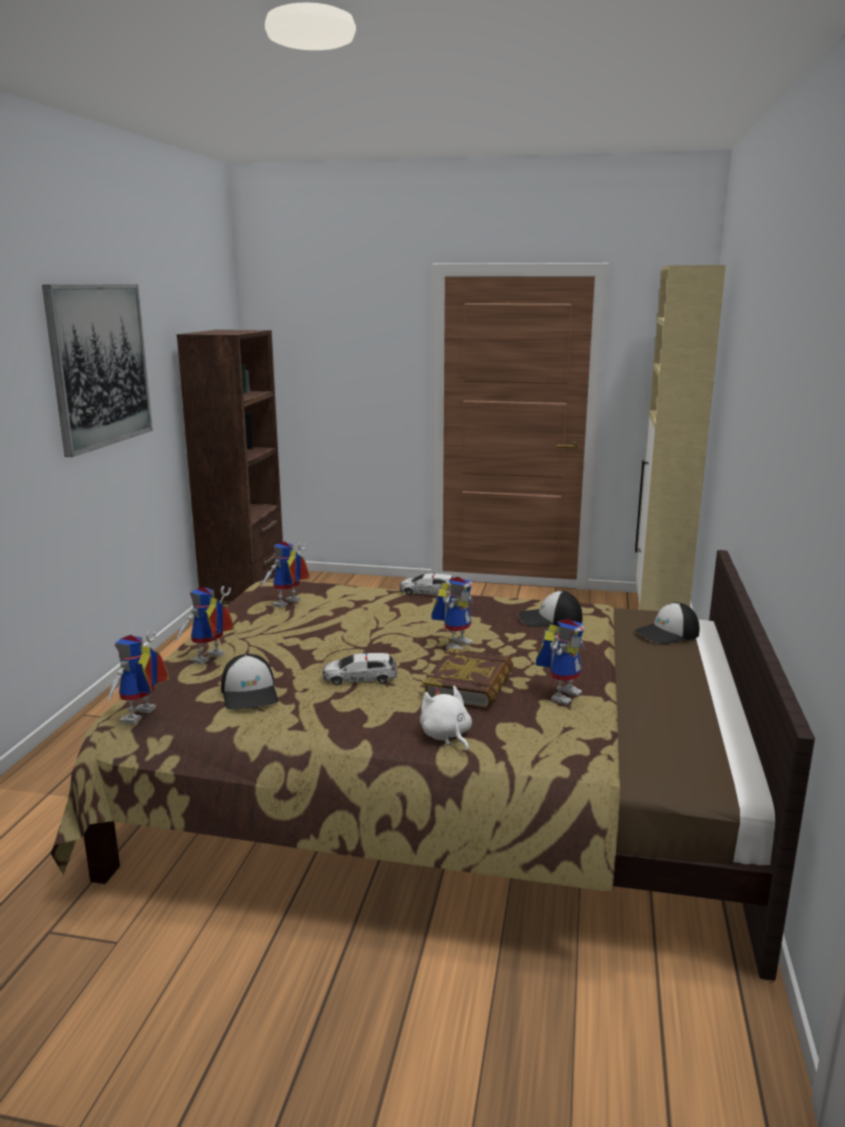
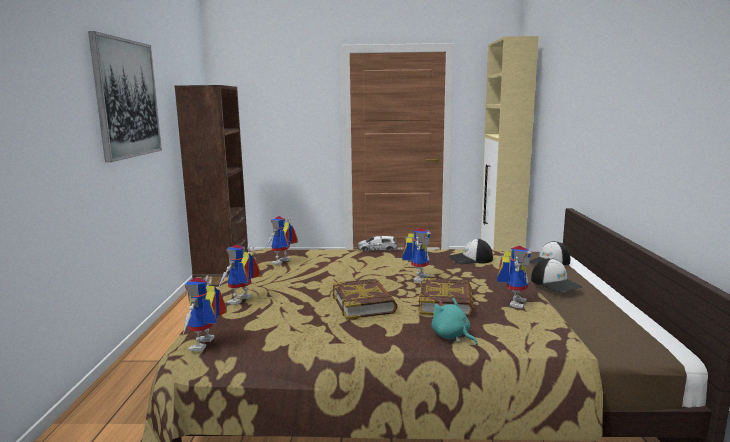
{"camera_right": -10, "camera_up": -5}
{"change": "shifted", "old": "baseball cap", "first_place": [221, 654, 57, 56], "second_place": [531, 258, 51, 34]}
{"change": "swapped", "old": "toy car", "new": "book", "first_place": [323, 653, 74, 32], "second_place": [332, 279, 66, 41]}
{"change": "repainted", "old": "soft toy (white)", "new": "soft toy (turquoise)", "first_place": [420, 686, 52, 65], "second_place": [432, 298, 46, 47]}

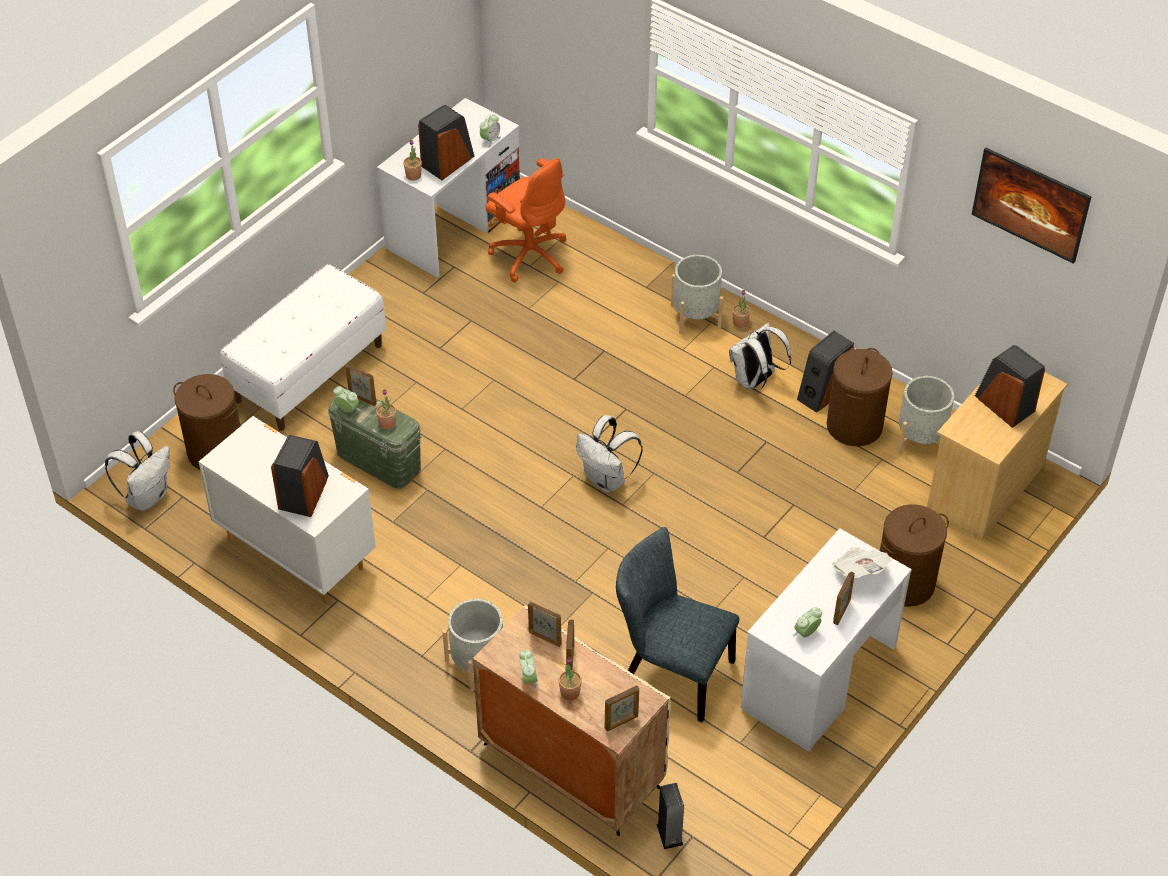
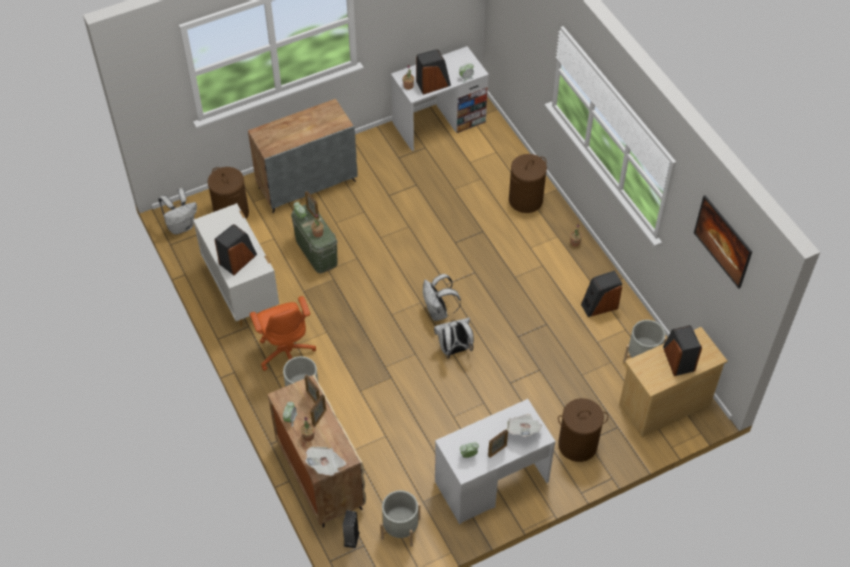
{"camera_right": 25, "camera_up": 5}
{"change": "gone", "old": "upright chair (greyish)", "first_place": [616, 527, 123, 196]}
{"change": "shifted", "old": "computer chair (orange)", "first_place": [486, 158, 80, 124], "second_place": [250, 296, 66, 75]}
{"change": "shifted", "old": "planter (greyish)", "first_place": [671, 255, 52, 79], "second_place": [380, 490, 40, 57]}
{"change": "shifted", "old": "backpack (white)", "first_place": [729, 322, 62, 68], "second_place": [434, 317, 40, 42]}
{"change": "shifted", "old": "laundry basket (brown)", "first_place": [827, 348, 66, 98], "second_place": [509, 154, 38, 59]}
{"change": "swapped", "old": "bench (white)", "new": "storage cabinet (greyish)", "first_place": [220, 264, 166, 167], "second_place": [248, 99, 110, 114]}
{"change": "swapped", "old": "photo frame", "new": "daily paper", "first_place": [604, 685, 35, 46], "second_place": [305, 447, 41, 29]}

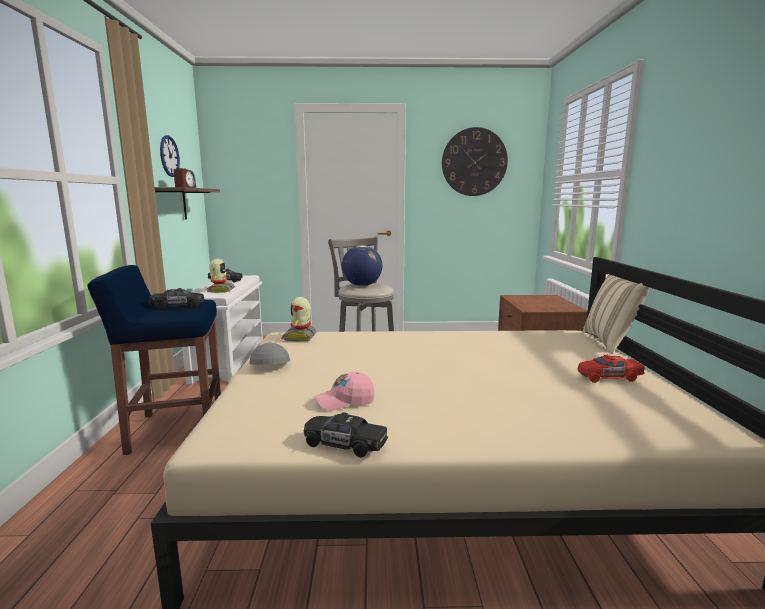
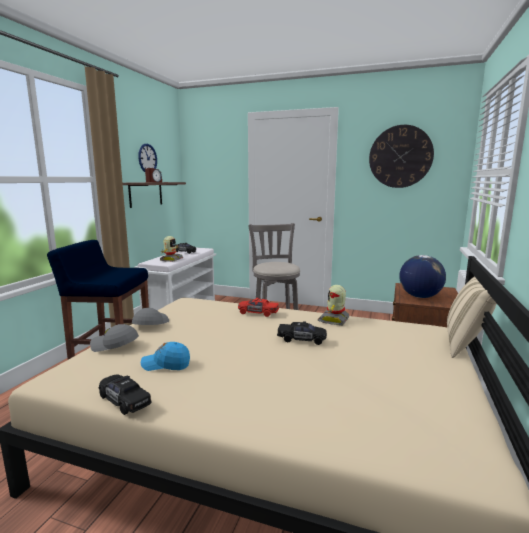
{"camera_right": 20, "camera_up": 0}
{"change": "new", "new": "baseball cap (greyish)", "second_place": [90, 324, 49, 28]}
{"change": "shifted", "old": "toy car (blackish)", "first_place": [149, 288, 55, 21], "second_place": [277, 321, 50, 24]}
{"change": "shifted", "old": "model robot", "first_place": [281, 297, 36, 44], "second_place": [318, 285, 31, 40]}
{"change": "shifted", "old": "desk globe", "first_place": [342, 245, 40, 41], "second_place": [399, 255, 47, 43]}
{"change": "shifted", "old": "toy car (red)", "first_place": [578, 355, 67, 28], "second_place": [238, 298, 41, 19]}
{"change": "repainted", "old": "baseball cap (pink)", "new": "baseball cap (bluish)", "first_place": [315, 372, 59, 39], "second_place": [141, 342, 49, 29]}

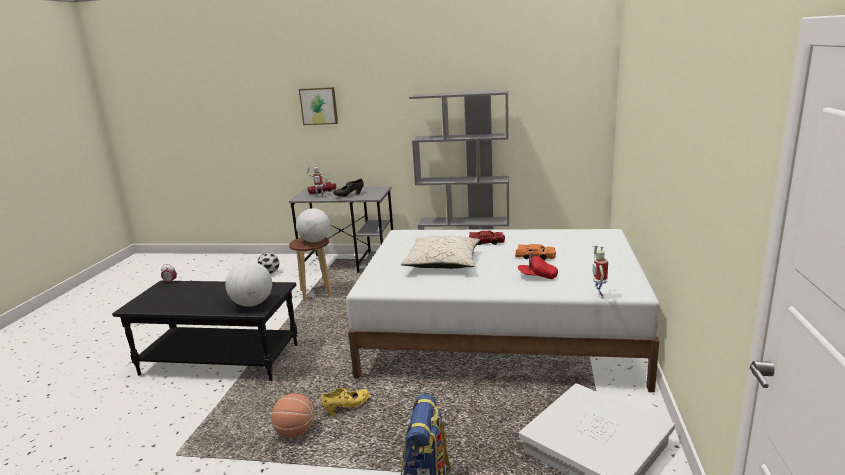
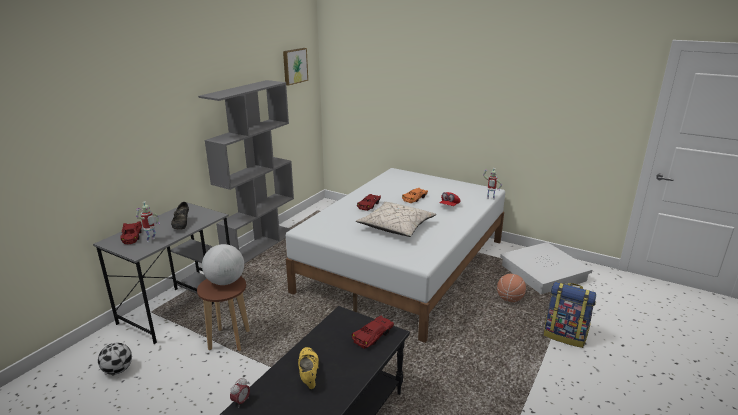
{"camera_right": -70, "camera_up": 5}
{"change": "shifted", "old": "ball for basketball", "first_place": [271, 393, 43, 45], "second_place": [497, 274, 29, 28]}
{"change": "shifted", "old": "wall picture", "first_place": [299, 87, 39, 38], "second_place": [283, 48, 25, 38]}
{"change": "shifted", "old": "shoe (yellow-coloured)", "first_place": [321, 388, 49, 28], "second_place": [298, 347, 21, 42]}
{"change": "swapped", "old": "desk globe", "new": "toy car (red)", "first_place": [225, 262, 47, 45], "second_place": [352, 316, 42, 33]}

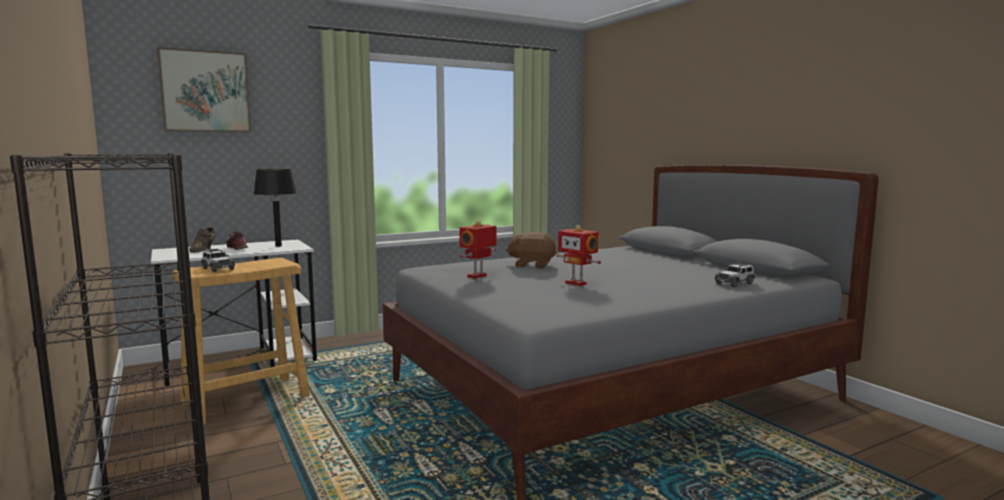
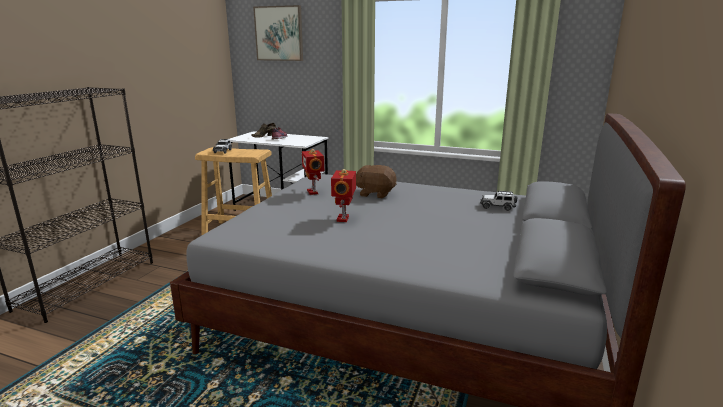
{"camera_right": 50, "camera_up": 10}
{"change": "gone", "old": "tabletop lamp (blackish)", "first_place": [254, 169, 43, 78]}
{"change": "shifted", "old": "toy car", "first_place": [715, 262, 40, 25], "second_place": [480, 191, 37, 20]}
{"change": "rotated", "old": "model robot", "first_place": [459, 221, 37, 58], "second_place": [302, 149, 22, 46], "degrees": -105}
{"change": "rotated", "old": "soft toy (brown)", "first_place": [506, 232, 51, 37], "second_place": [356, 165, 41, 34], "degrees": -45}

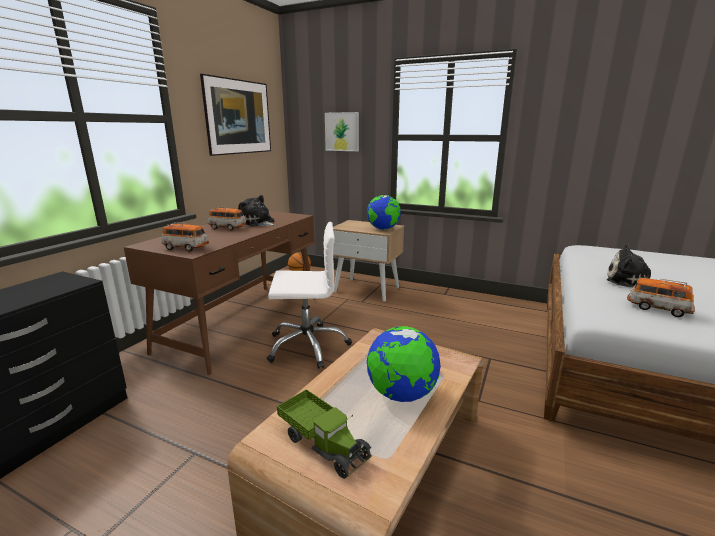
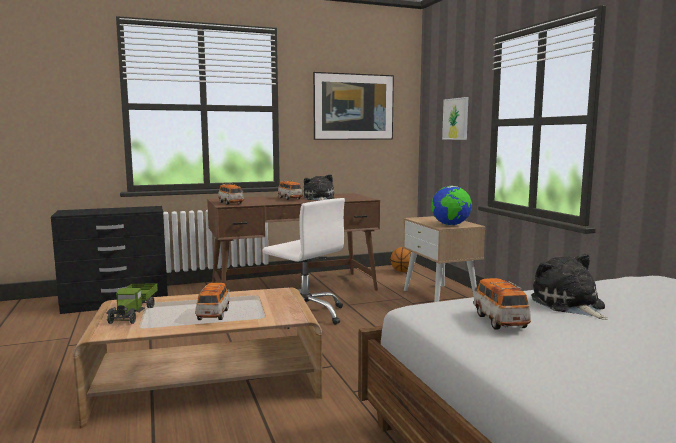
{"camera_right": 45, "camera_up": -10}
{"change": "swapped", "old": "desk globe", "new": "toy car", "first_place": [367, 326, 74, 76], "second_place": [195, 283, 35, 37]}

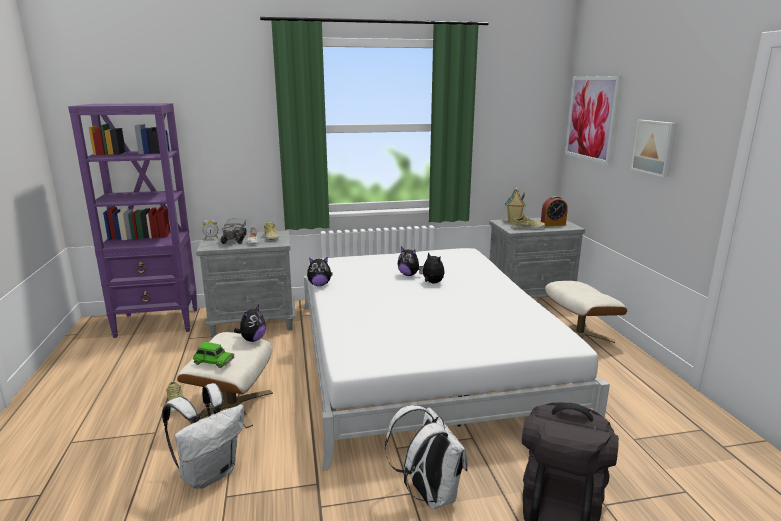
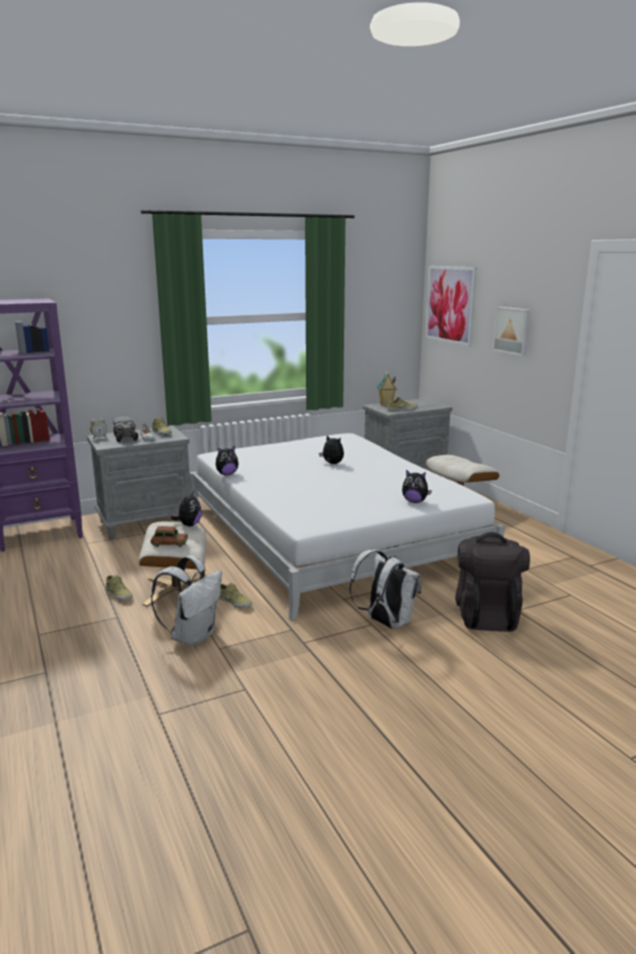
{"camera_right": -15, "camera_up": 0}
{"change": "gone", "old": "alarm clock", "first_place": [541, 196, 27, 31]}
{"change": "new", "new": "shoe (beige)", "second_place": [219, 583, 33, 26]}
{"change": "shifted", "old": "soft toy", "first_place": [398, 247, 25, 29], "second_place": [402, 470, 30, 33]}
{"change": "repainted", "old": "toy car (greenish)", "new": "toy car (brown)", "first_place": [193, 342, 41, 26], "second_place": [150, 526, 38, 21]}

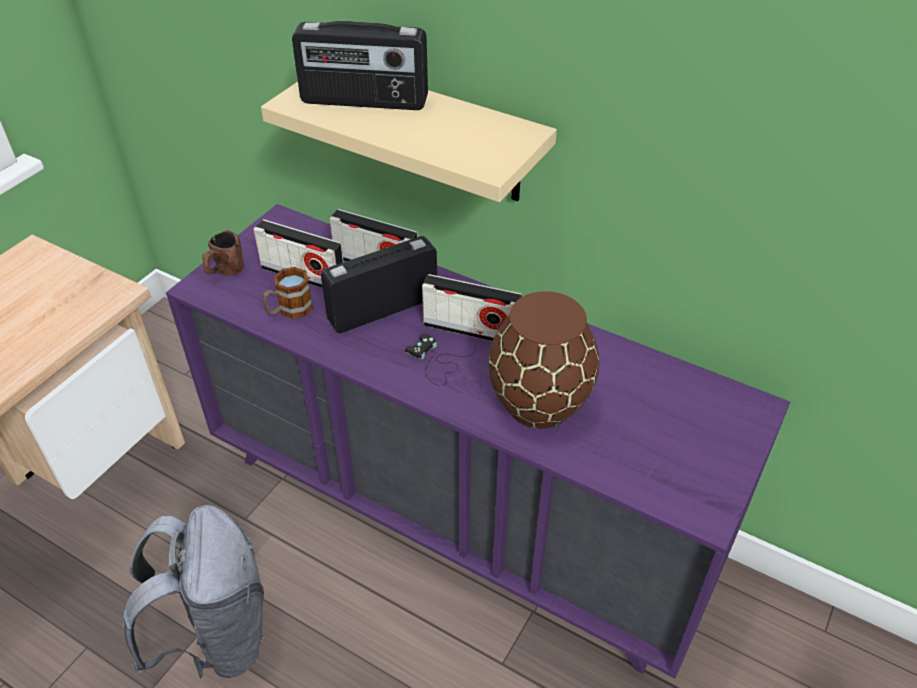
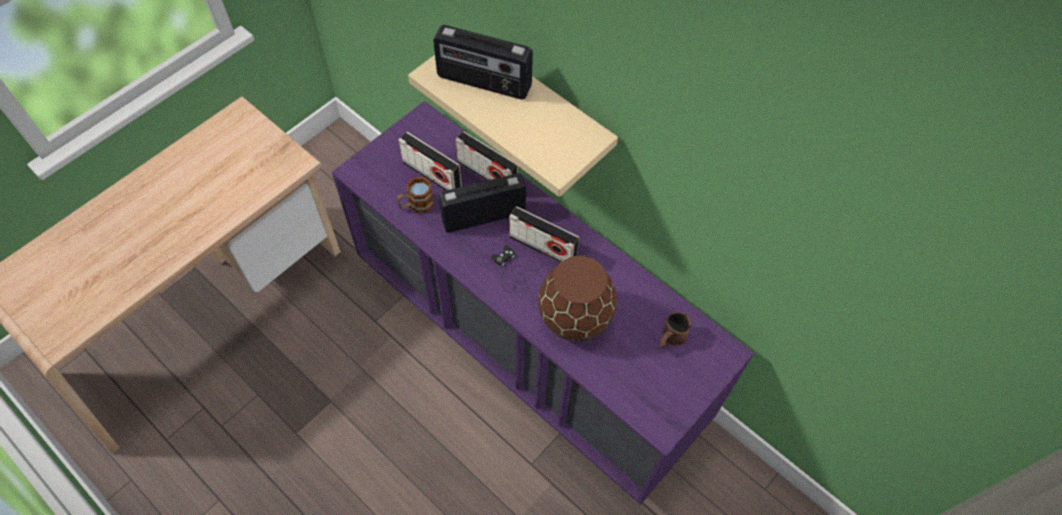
{"camera_right": 10, "camera_up": 15}
{"change": "gone", "old": "backpack (greyish)", "first_place": [122, 505, 143, 174]}
{"change": "shifted", "old": "tea mug (brown)", "first_place": [202, 230, 42, 46], "second_place": [660, 312, 31, 36]}

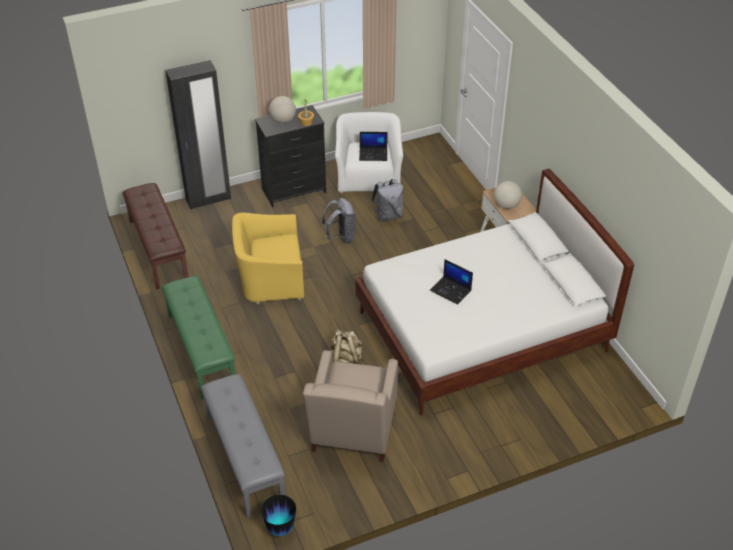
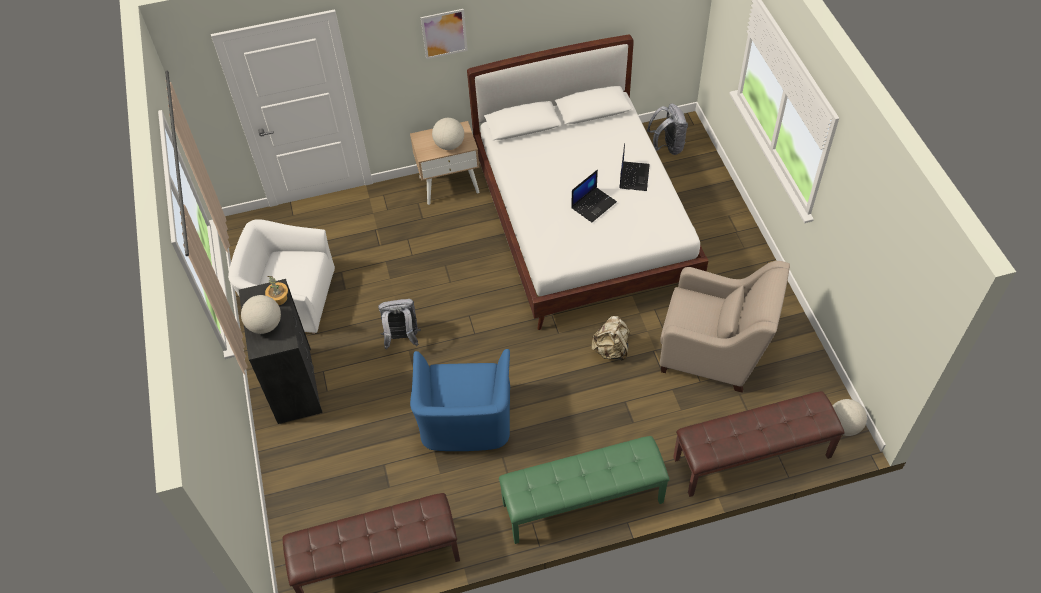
{"camera_right": -80, "camera_up": 10}
{"change": "gone", "old": "clothes cupboard (blackish)", "first_place": [165, 60, 66, 149]}
{"change": "new", "new": "wall picture", "second_place": [421, 9, 47, 50]}
{"change": "shifted", "old": "laptop", "first_place": [359, 132, 29, 29], "second_place": [619, 143, 31, 48]}
{"change": "shifted", "old": "backpack (greyish)", "first_place": [371, 179, 32, 43], "second_place": [647, 103, 41, 52]}
{"change": "swapped", "old": "flower vase", "new": "desk globe", "first_place": [261, 495, 35, 41], "second_place": [833, 399, 34, 37]}
{"change": "repainted", "old": "bench (greyish)", "new": "bench (brown)", "first_place": [201, 374, 84, 143], "second_place": [673, 391, 171, 106]}
{"change": "repainted", "old": "easy chair (yellow-coloured)", "new": "easy chair (bluish)", "first_place": [232, 213, 72, 91], "second_place": [410, 349, 100, 102]}

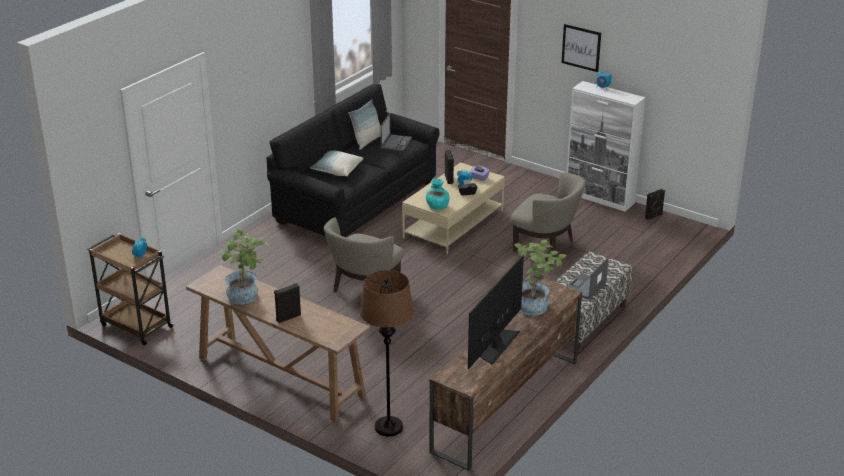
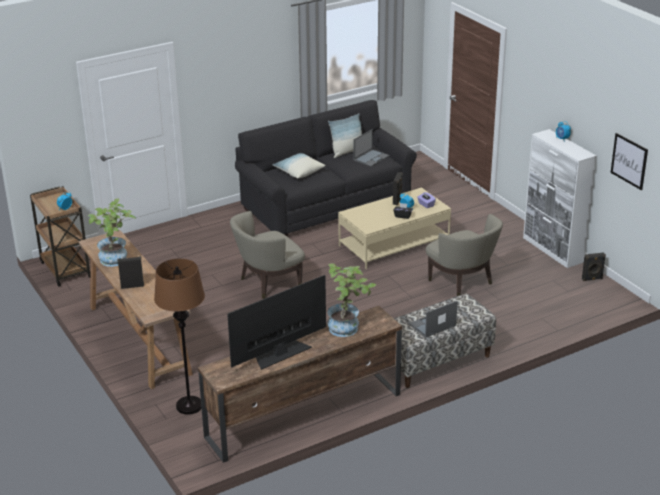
{"camera_right": 25, "camera_up": 0}
{"change": "gone", "old": "flower vase (turquoise)", "first_place": [426, 179, 24, 31]}
{"change": "shifted", "old": "wall picture", "first_place": [562, 24, 39, 48], "second_place": [611, 133, 37, 57]}

